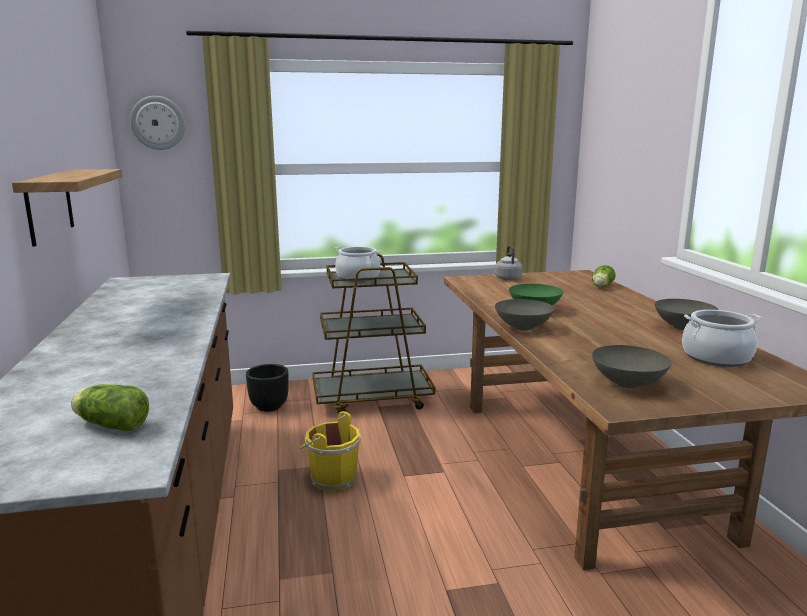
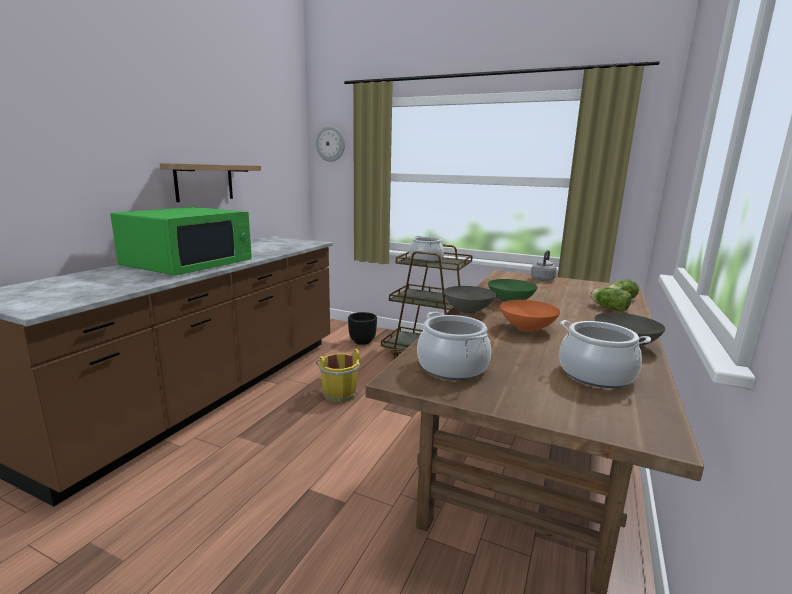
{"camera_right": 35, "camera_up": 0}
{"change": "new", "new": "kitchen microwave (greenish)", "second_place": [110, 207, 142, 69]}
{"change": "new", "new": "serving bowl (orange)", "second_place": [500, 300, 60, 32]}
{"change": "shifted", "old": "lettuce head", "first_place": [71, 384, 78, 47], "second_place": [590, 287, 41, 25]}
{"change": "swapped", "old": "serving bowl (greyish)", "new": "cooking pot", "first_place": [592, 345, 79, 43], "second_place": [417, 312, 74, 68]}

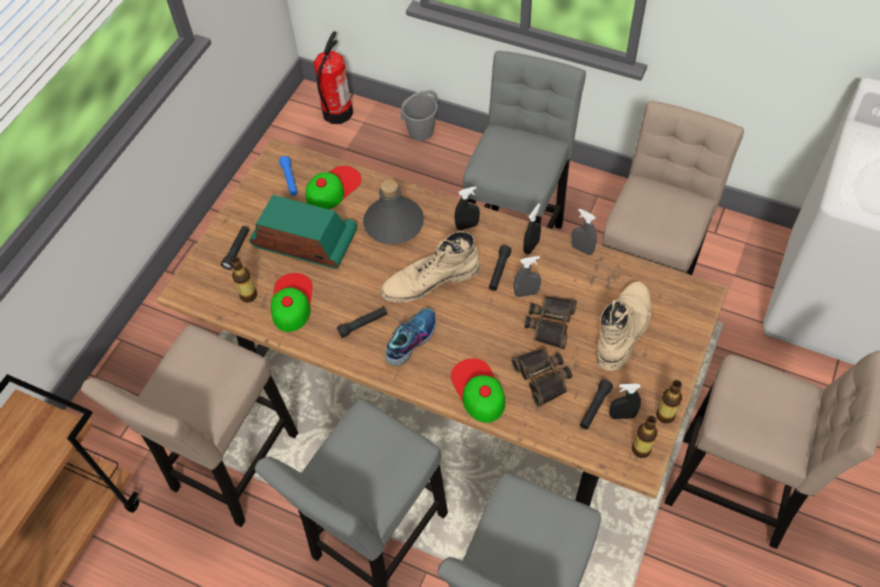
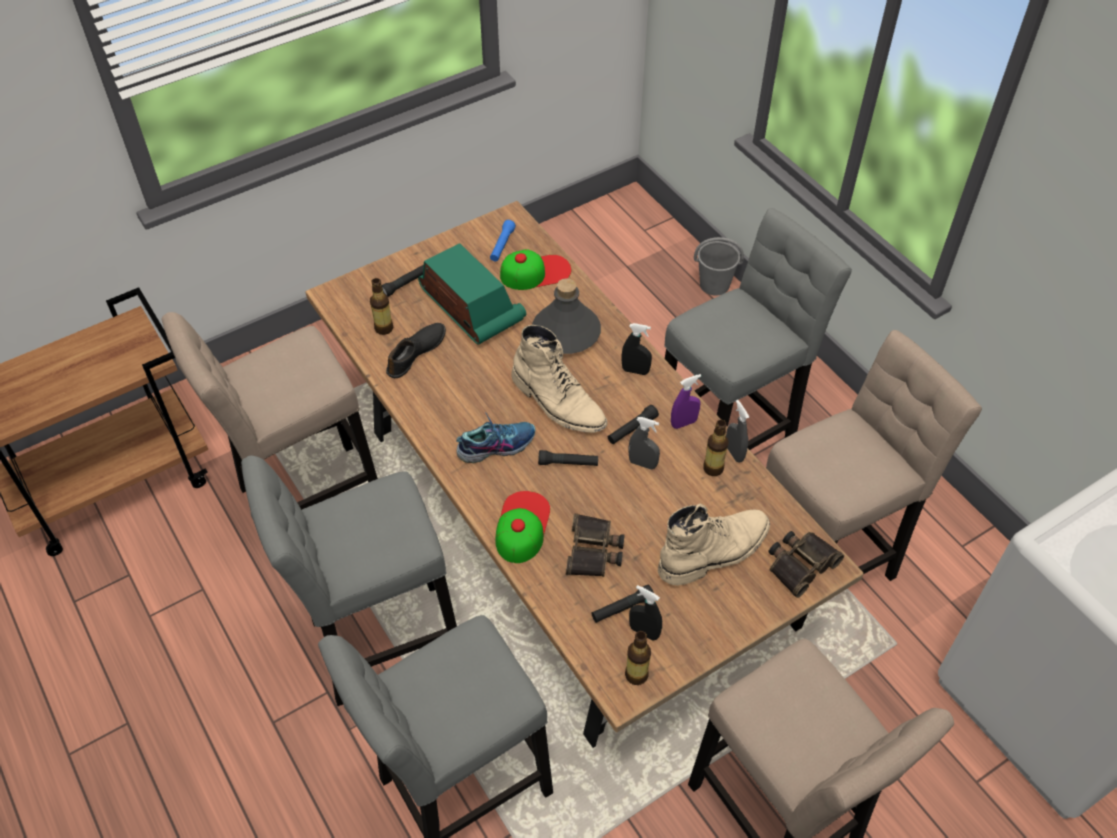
{"camera_right": 30, "camera_up": -5}
{"change": "gone", "old": "fire-fighting cylinder", "first_place": [313, 31, 40, 93]}
{"change": "shifted", "old": "torch (blackish)", "first_place": [337, 307, 50, 31], "second_place": [538, 450, 60, 16]}
{"change": "shifted", "old": "pair of binoculars", "first_place": [525, 296, 52, 53], "second_place": [768, 531, 76, 67]}
{"change": "shifted", "old": "beverage bottle", "first_place": [656, 380, 26, 44], "second_place": [703, 420, 26, 56]}
{"change": "swapped", "old": "baseball cap", "new": "shoe (blackish)", "first_place": [271, 273, 41, 59], "second_place": [386, 323, 60, 55]}
{"change": "repainted", "old": "sprayer (blackish)", "new": "sprayer (purple-coloured)", "first_place": [523, 204, 18, 50], "second_place": [671, 374, 30, 55]}
{"change": "rotated", "old": "high-top boot (beige)", "first_place": [380, 231, 100, 71], "second_place": [511, 325, 97, 108], "degrees": -150}

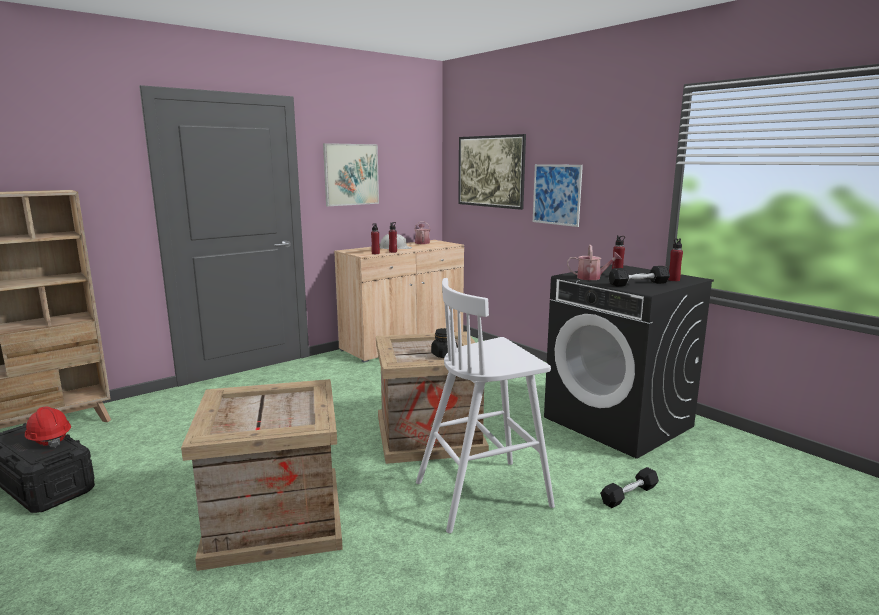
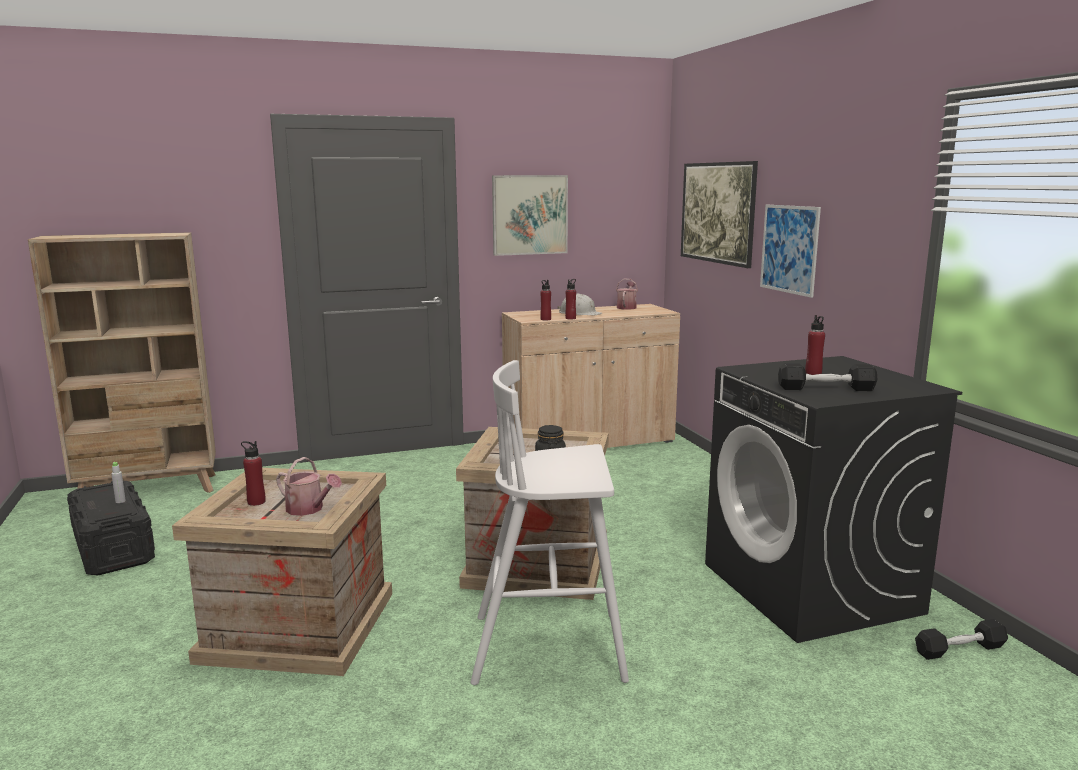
{"camera_right": 20, "camera_up": 0}
{"change": "shifted", "old": "watering pot", "first_place": [567, 245, 55, 35], "second_place": [276, 457, 66, 59]}
{"change": "shifted", "old": "dumbbell (blackish)", "first_place": [600, 467, 59, 41], "second_place": [915, 619, 93, 41]}
{"change": "shifted", "old": "beverage bottle (red)", "first_place": [668, 238, 15, 43], "second_place": [241, 441, 25, 65]}
{"change": "swapped", "old": "safety helmet (red)", "new": "beverage bottle (greyish)", "first_place": [25, 406, 46, 42], "second_place": [111, 462, 15, 41]}

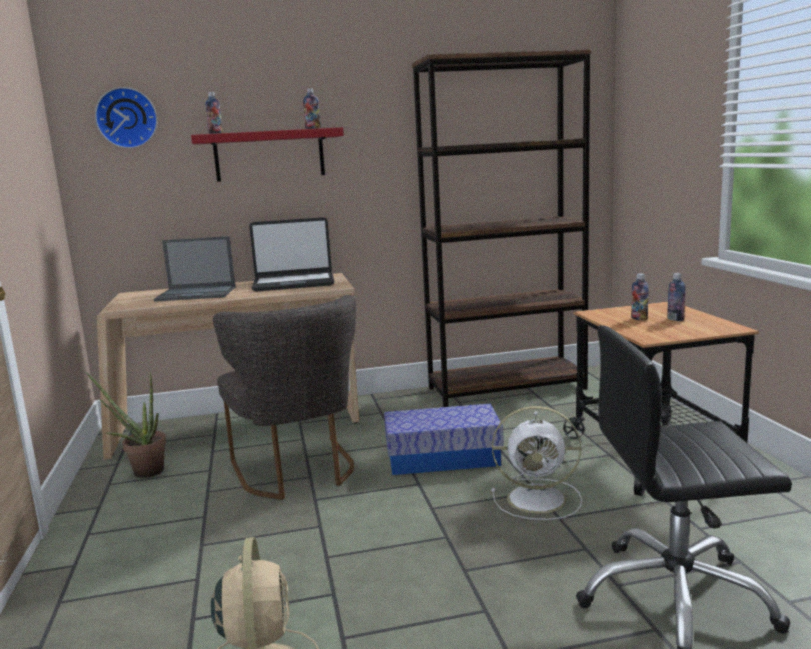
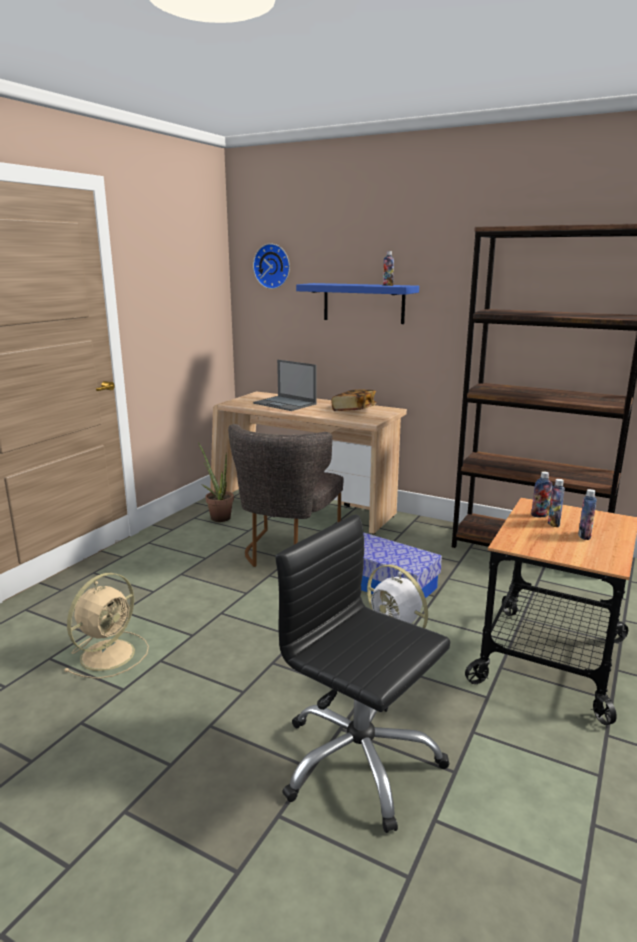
{"camera_right": 40, "camera_up": 5}
{"change": "shifted", "old": "beverage bottle", "first_place": [206, 92, 17, 42], "second_place": [531, 471, 21, 46]}
{"change": "swapped", "old": "laptop", "new": "book", "first_place": [249, 217, 85, 74], "second_place": [332, 390, 45, 21]}
{"change": "repainted", "old": "wall shelf (red)", "new": "wall shelf (bluish)", "first_place": [191, 127, 153, 55], "second_place": [296, 283, 123, 41]}

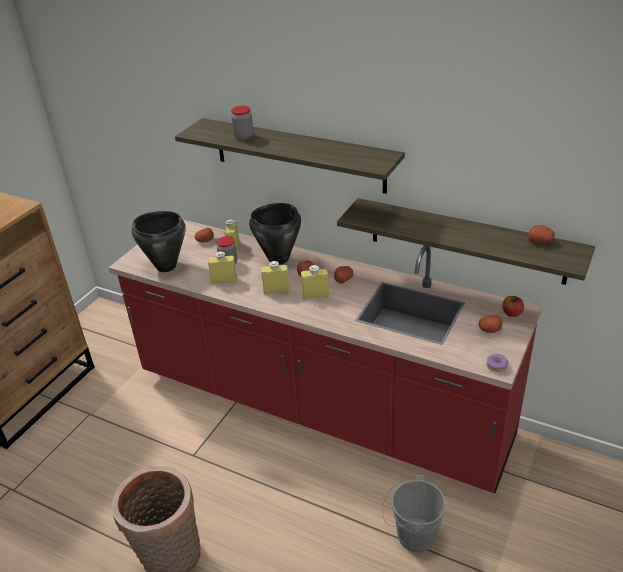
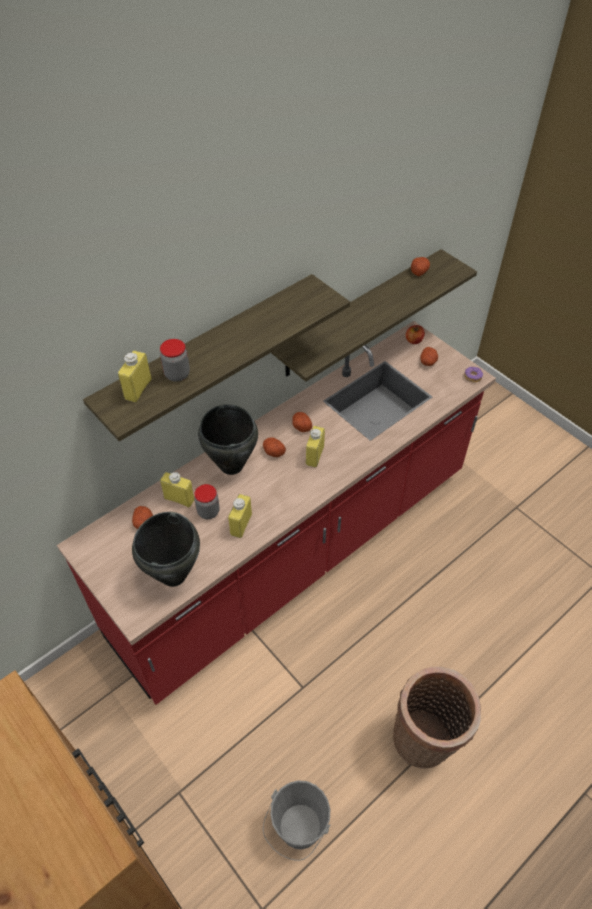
{"camera_right": -70, "camera_up": 15}
{"change": "shifted", "old": "beverage bottle (yellow-coloured)", "first_place": [261, 261, 29, 33], "second_place": [118, 351, 34, 51]}
{"change": "shifted", "old": "bucket (greyish)", "first_place": [382, 475, 64, 78], "second_place": [263, 780, 68, 81]}

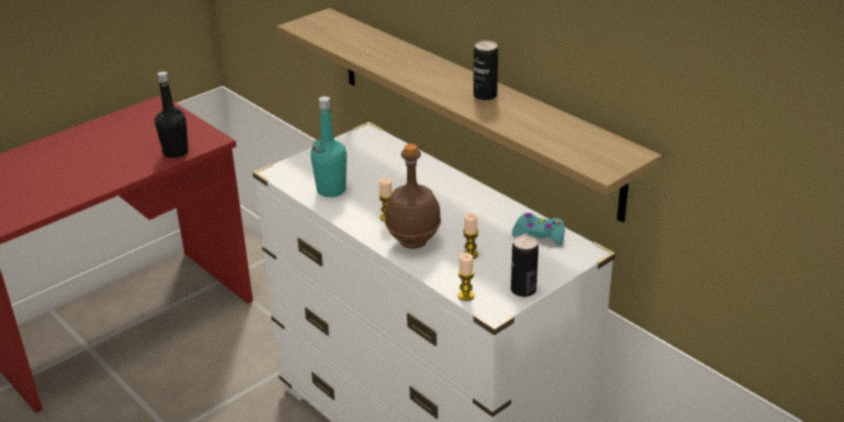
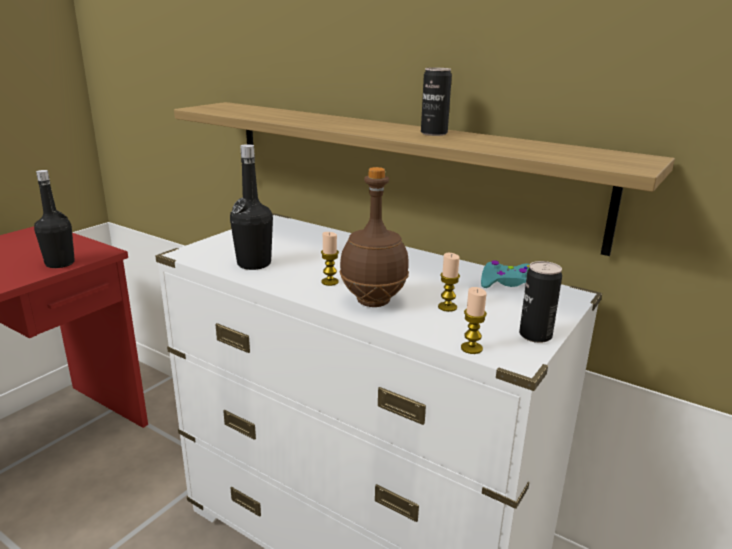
{"camera_right": -15, "camera_up": -10}
{"change": "repainted", "old": "beverage bottle (turquoise)", "new": "beverage bottle (blackish)", "first_place": [311, 96, 36, 101], "second_place": [230, 144, 43, 126]}

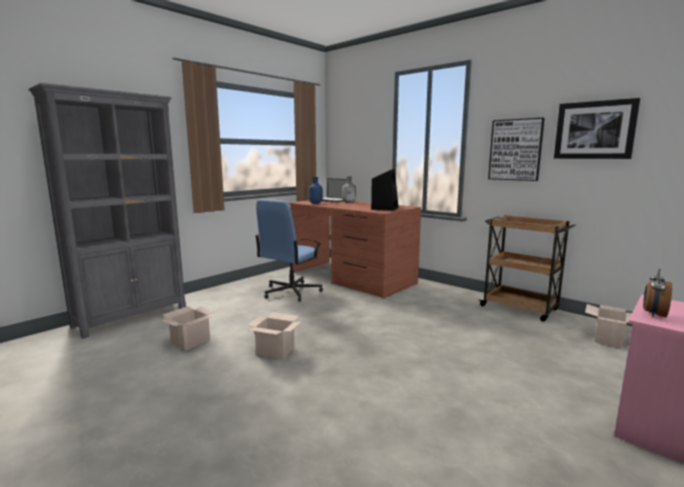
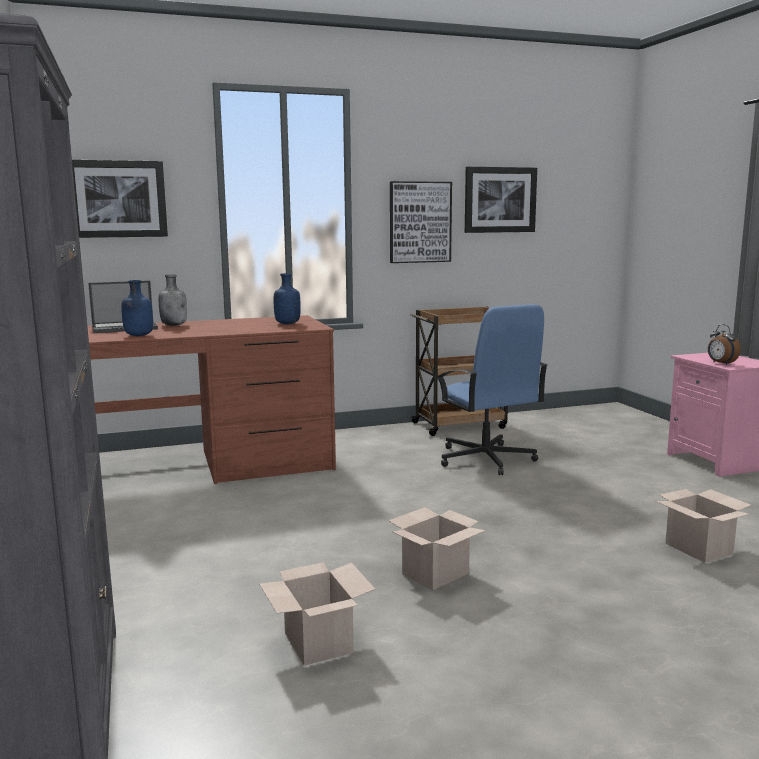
{"camera_right": -60, "camera_up": 0}
{"change": "new", "new": "wall picture", "second_place": [72, 160, 96, 78]}
{"change": "shifted", "old": "computer chair (bluish)", "first_place": [255, 199, 68, 103], "second_place": [436, 304, 112, 171]}
{"change": "shifted", "old": "packing box", "first_place": [585, 304, 47, 44], "second_place": [656, 489, 95, 74]}
{"change": "swapped", "old": "audio speaker (blackish)", "new": "beverage bottle (bluish)", "first_place": [371, 169, 28, 42], "second_place": [274, 273, 27, 51]}

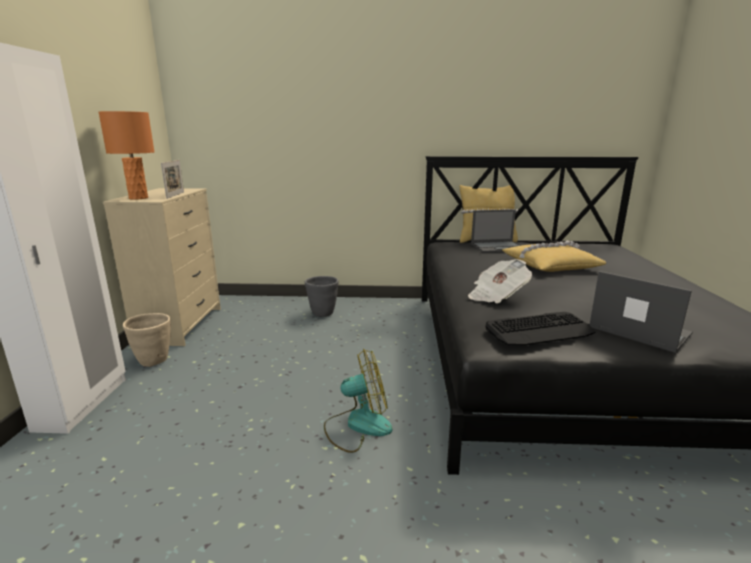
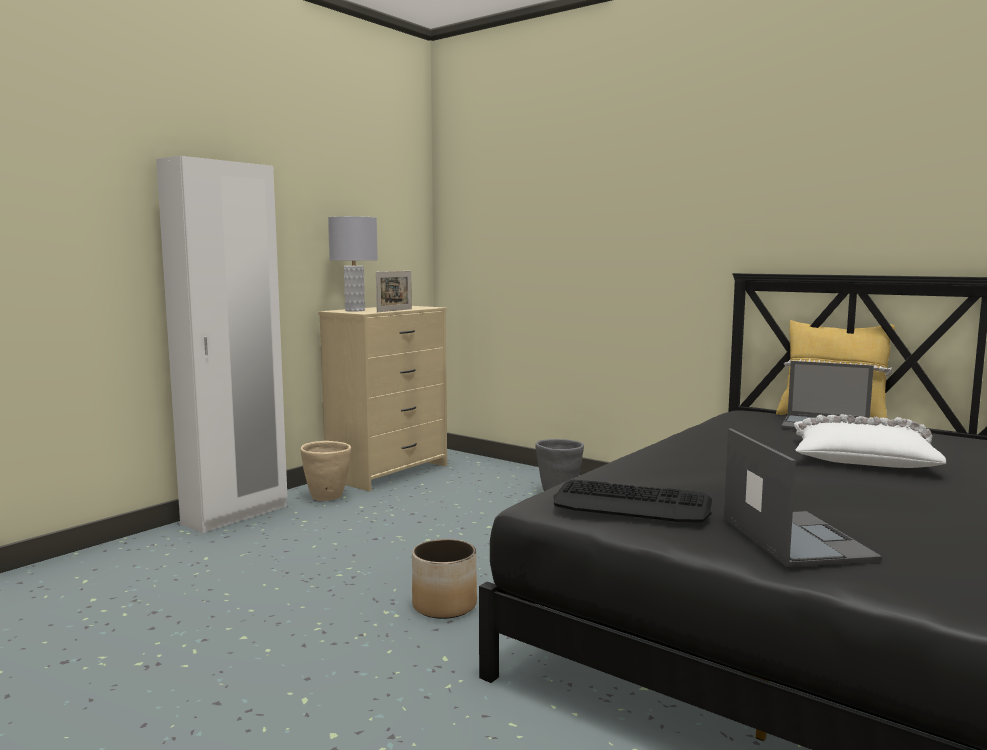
{"camera_right": 35, "camera_up": -10}
{"change": "gone", "old": "daily paper", "first_place": [468, 259, 64, 44]}
{"change": "swapped", "old": "cooling fan", "new": "planter", "first_place": [324, 349, 69, 104], "second_place": [412, 539, 65, 80]}
{"change": "repainted", "old": "tabletop lamp (orange)", "new": "tabletop lamp (greyish)", "first_place": [98, 111, 57, 89], "second_place": [328, 216, 50, 95]}
{"change": "repainted", "old": "throw pillow (yellow-coloured)", "new": "throw pillow (white)", "first_place": [502, 241, 104, 31], "second_place": [794, 414, 152, 54]}

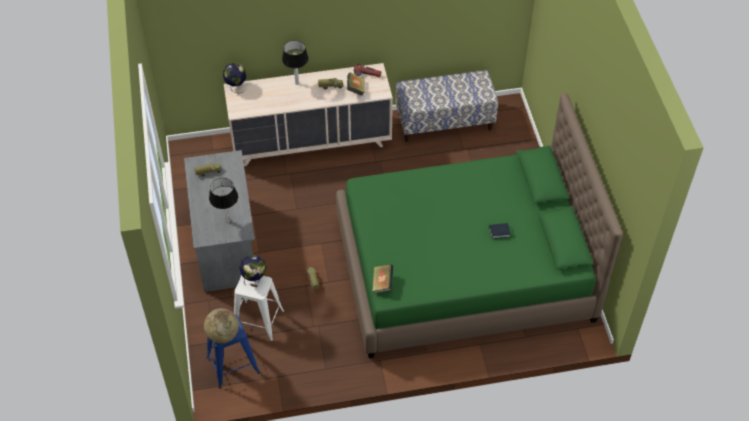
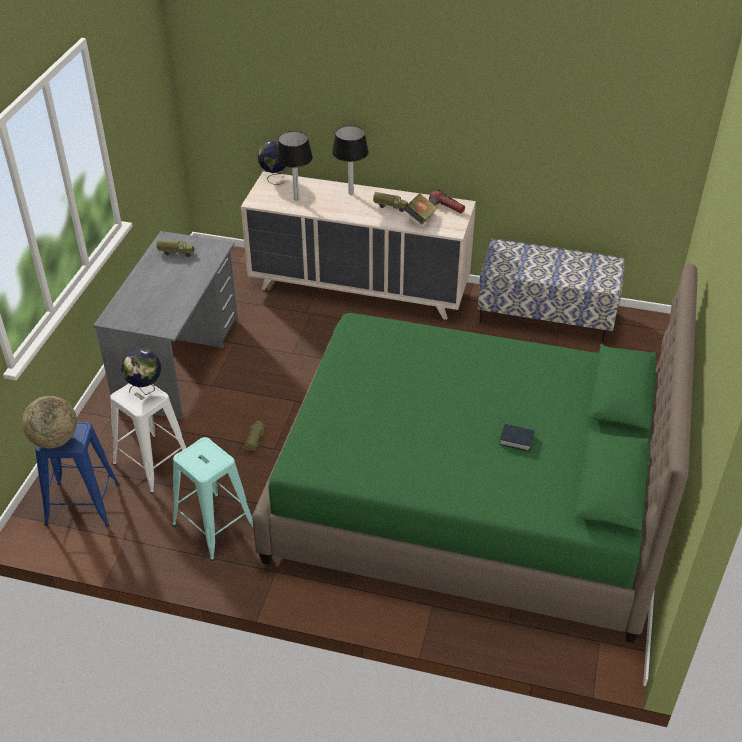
{"camera_right": 25, "camera_up": -10}
{"change": "gone", "old": "book", "first_place": [372, 264, 21, 30]}
{"change": "new", "new": "sitting stool (turquoise)", "second_place": [172, 437, 81, 124]}
{"change": "shifted", "old": "tabletop lamp", "first_place": [209, 178, 29, 44], "second_place": [276, 131, 37, 70]}

